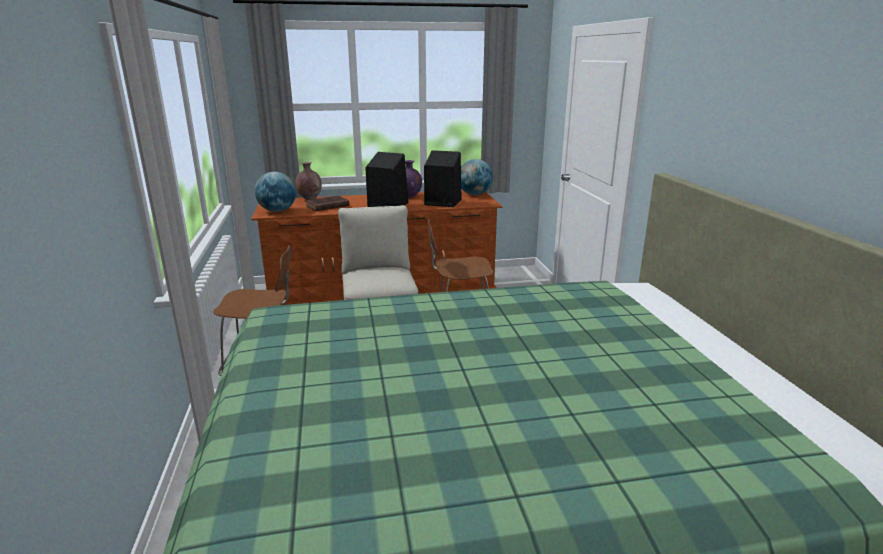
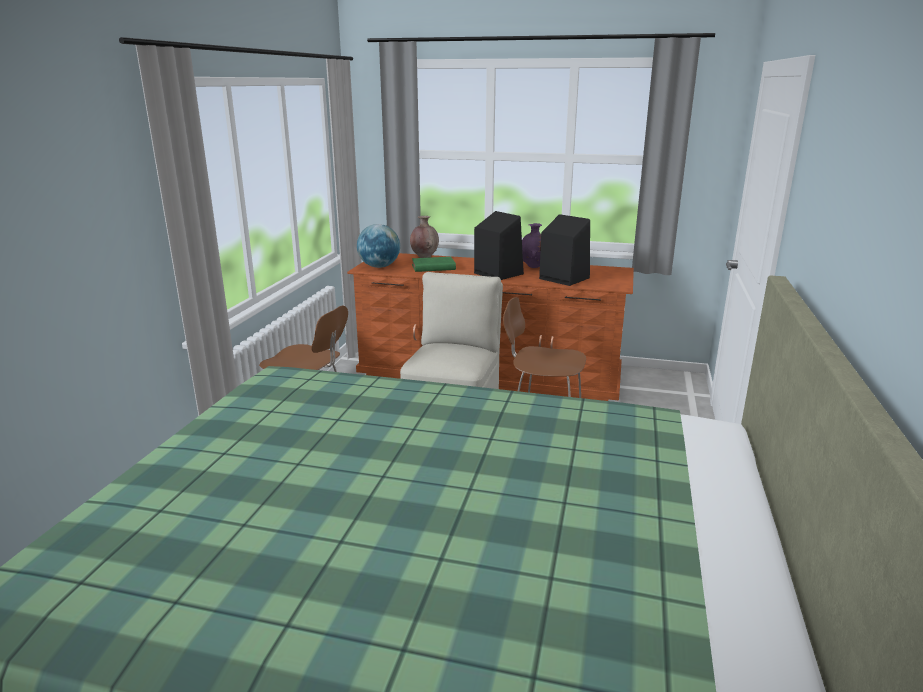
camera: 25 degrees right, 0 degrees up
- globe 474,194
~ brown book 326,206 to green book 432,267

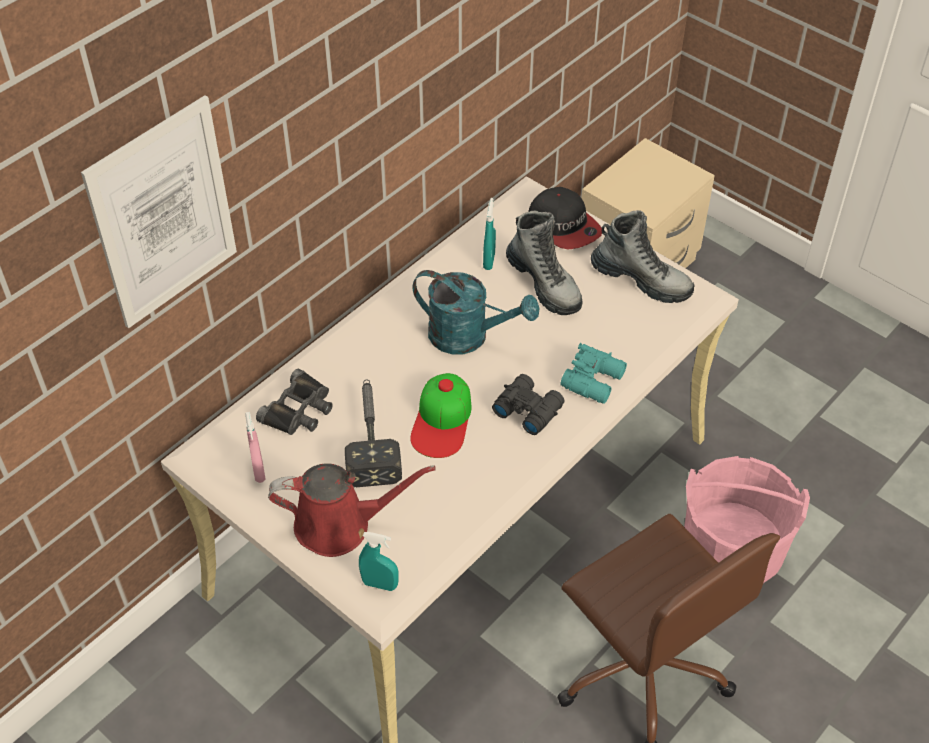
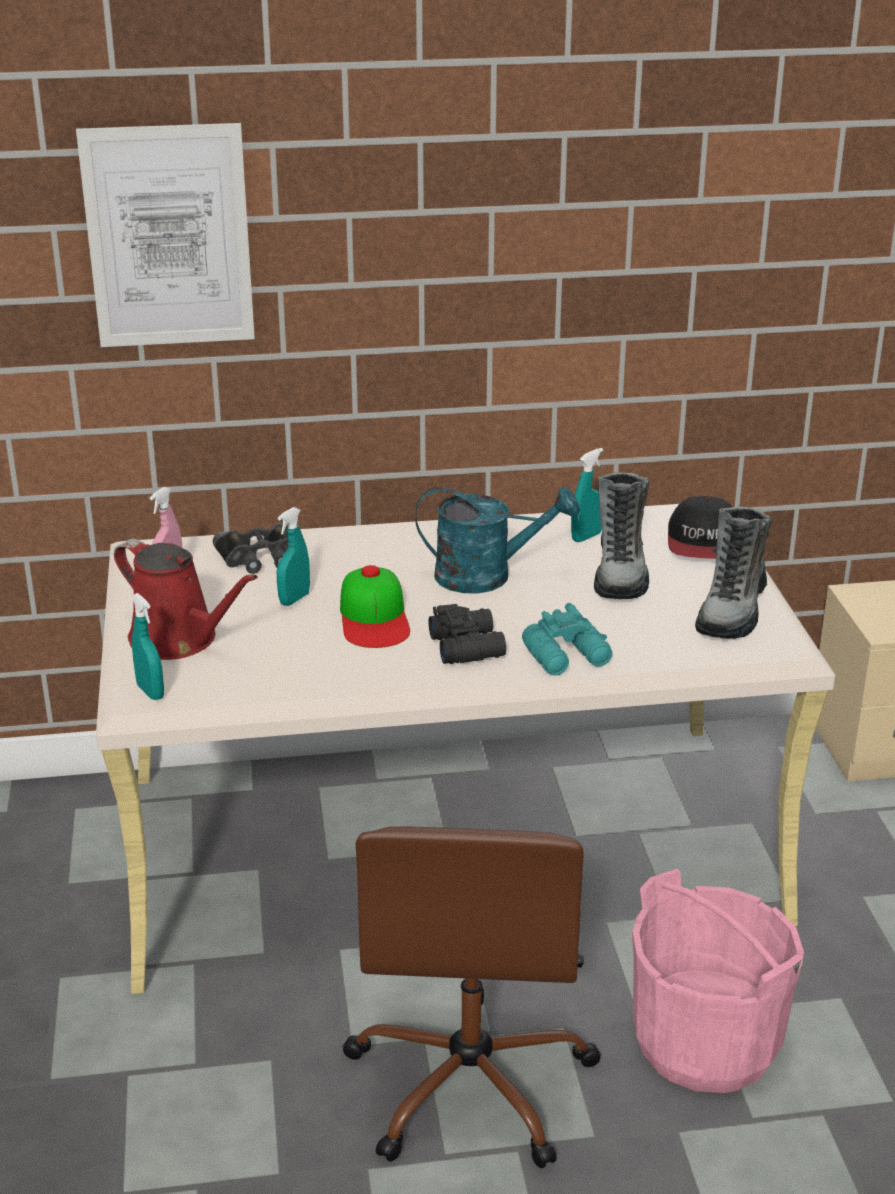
camera: 40 degrees right, 20 degrees down
~ boot 641,280 = 732,610 45 degrees clockwise
~ turquoise watering can 469,336 = 487,576 60 degrees counterclockwise
~ cap 442,420 = 374,617 60 degrees counterclockwise
~ hammer 371,436 to turquoise spray bottle 294,599

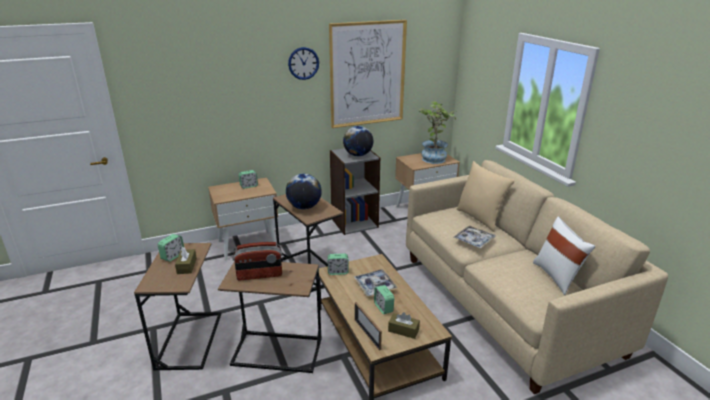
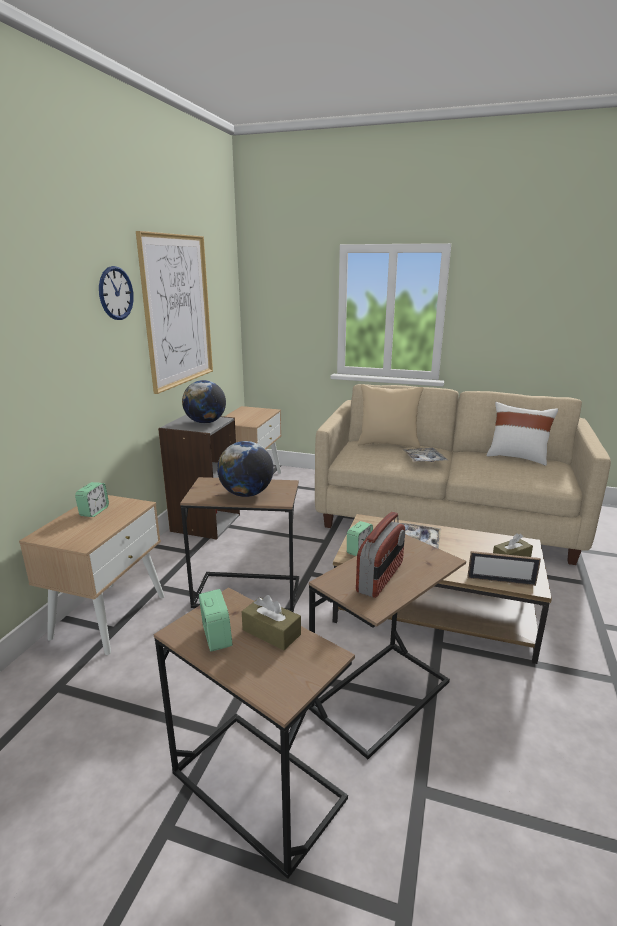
camera: 50 degrees left, 5 degrees down
- potted plant 434,157
- alarm clock 383,308

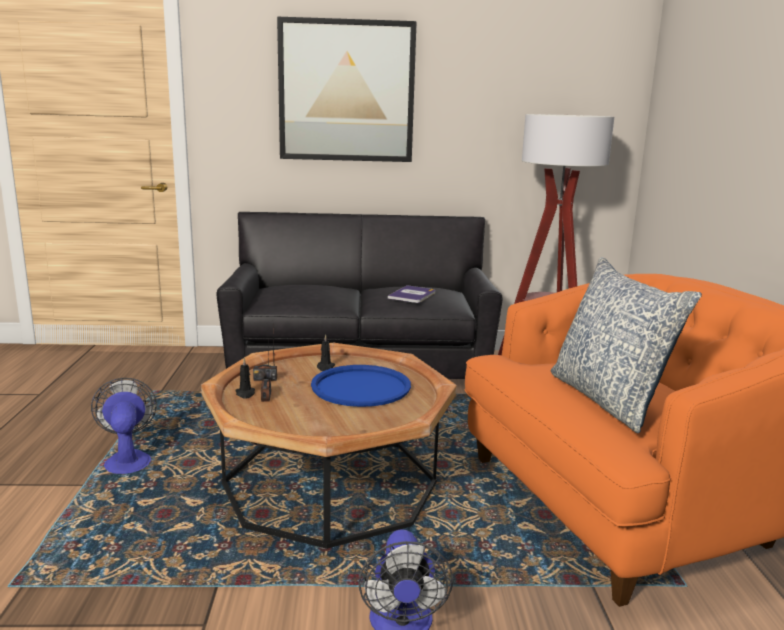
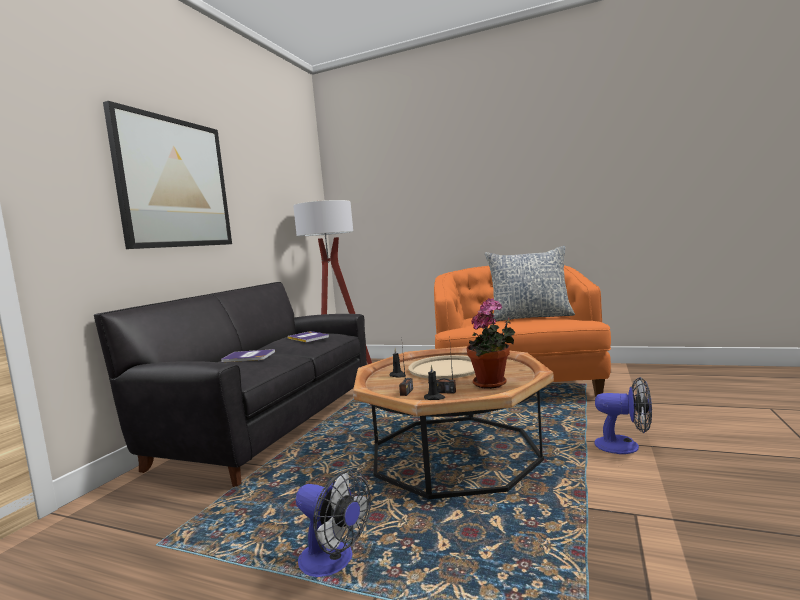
camera: 65 degrees left, 10 degrees down
~ blue tray 361,387 to beige tray 446,368
~ fan 128,459 = 334,562 150 degrees counterclockwise
+ potted plant 492,384
+ book 248,357

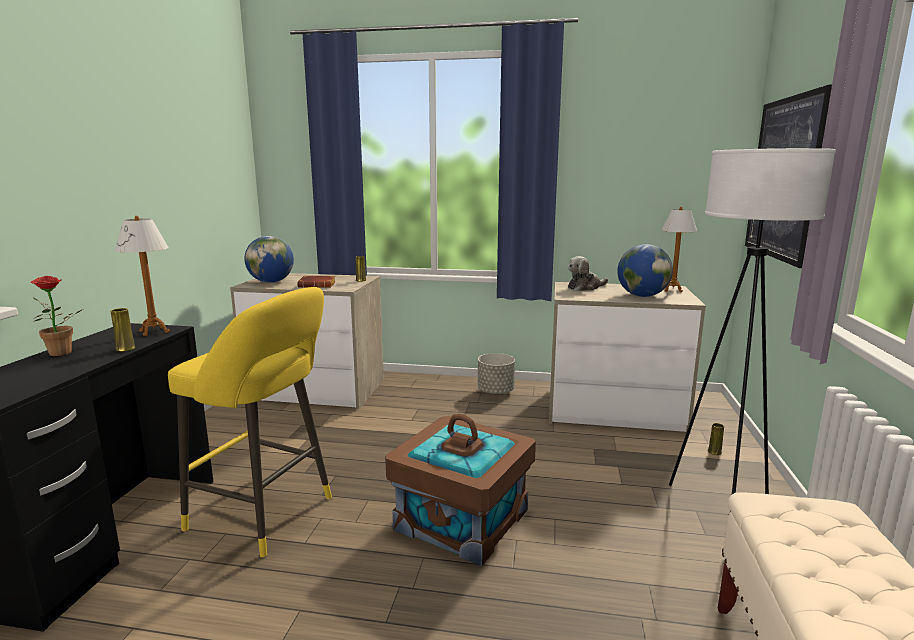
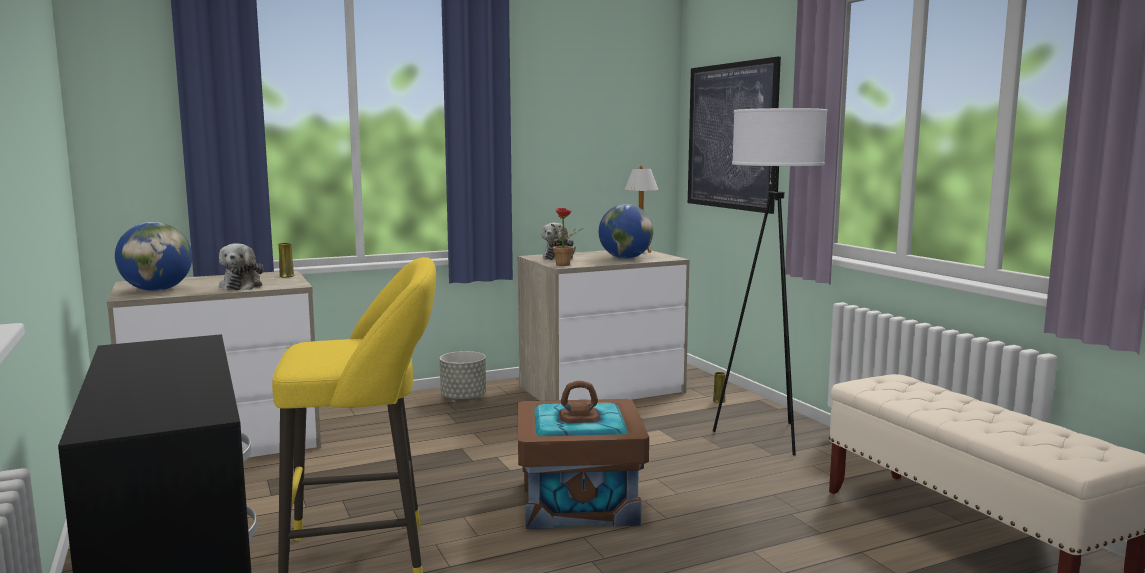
camera: 35 degrees left, 5 degrees down
- table lamp 154,332
~ potted plant 61,354 to 566,265
~ brown book 318,285 to plush toy 242,286
- yellow vase 125,349

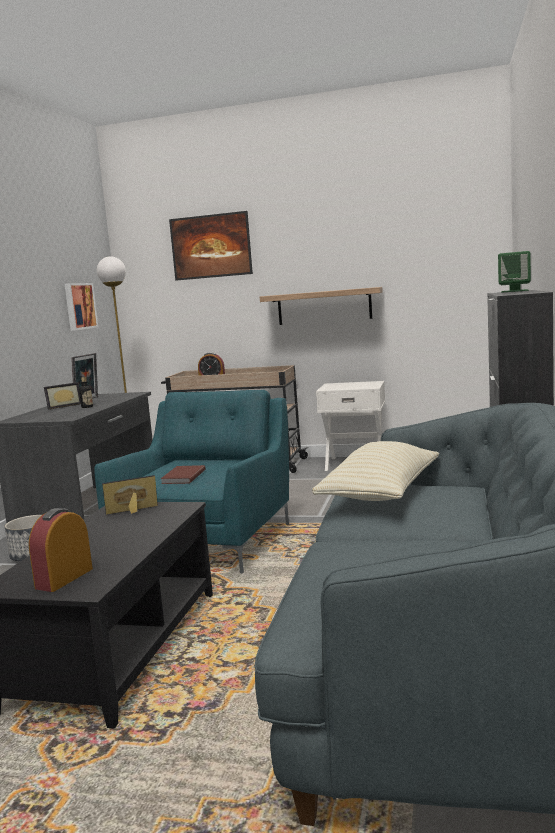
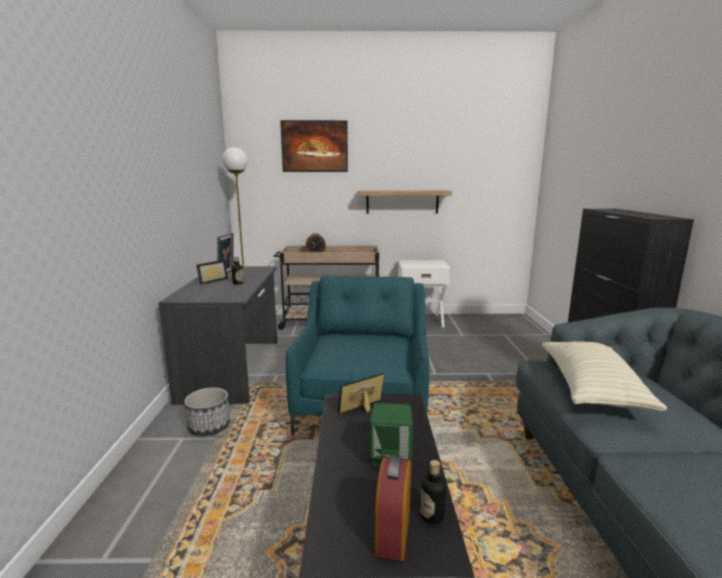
camera: 15 degrees left, 5 degrees up
~ green speaker 515,291 to 391,456
- picture 79,306
- brown book 182,477
+ bottle 432,516

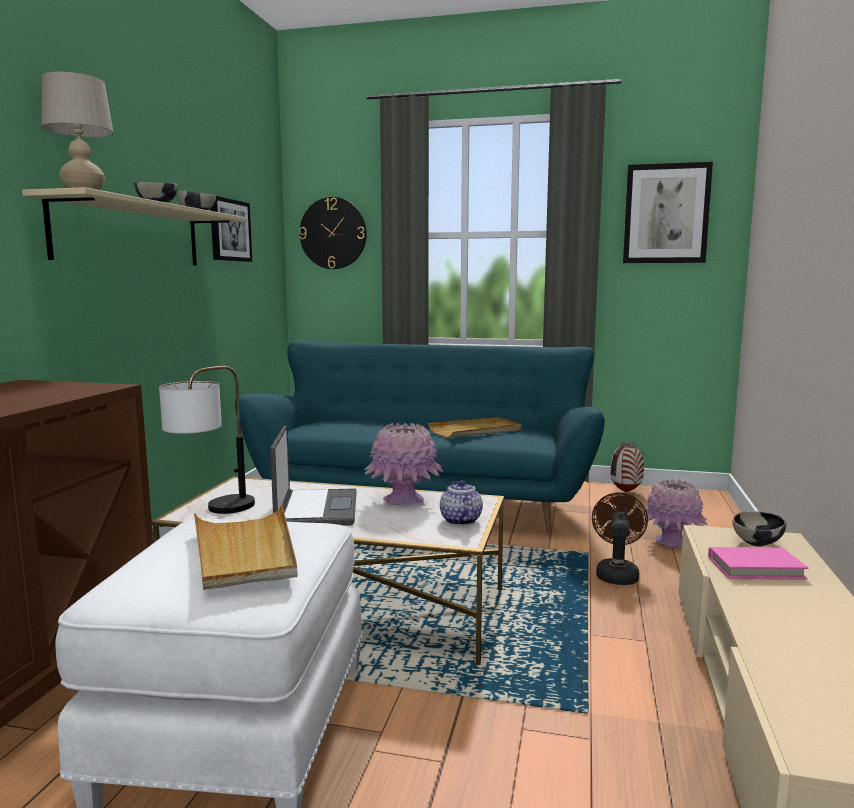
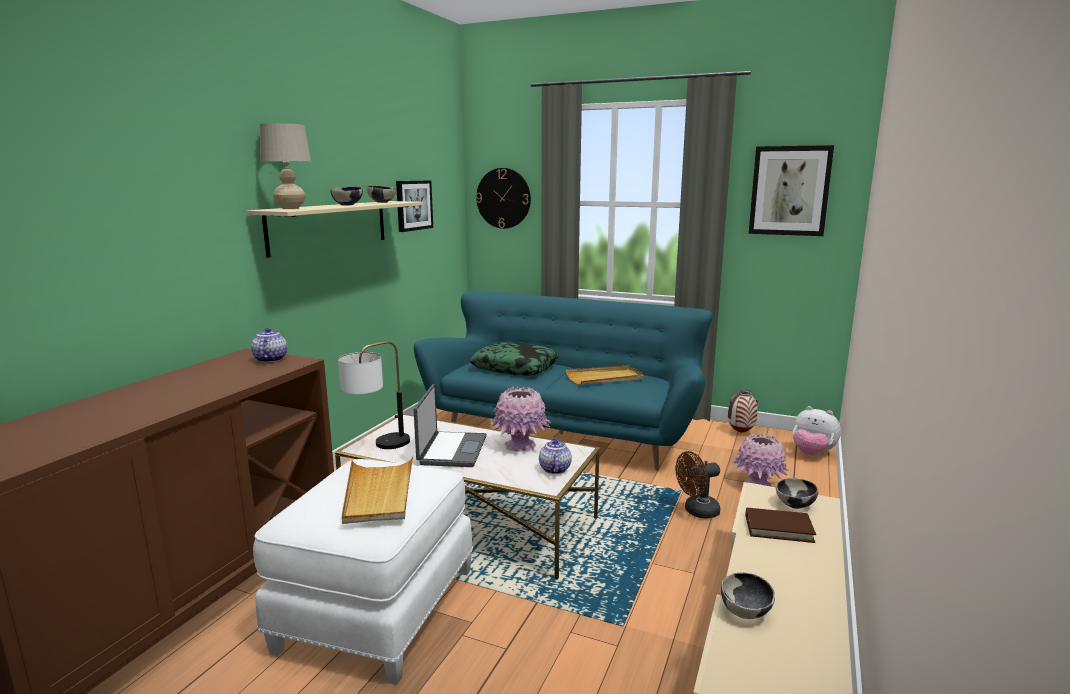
camera: 10 degrees right, 5 degrees up
~ brown fan 616,573 = 697,511 135 degrees counterclockwise
~ pink book 755,568 to brown book 778,528
+ teapot 270,359
+ pillow 515,367
+ plush toy 812,454
+ bowl 745,612

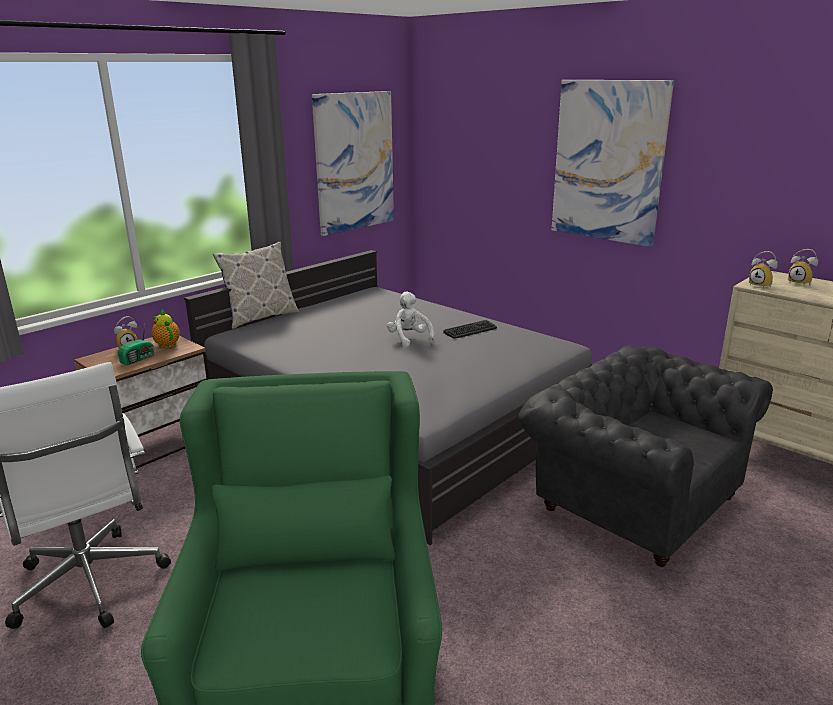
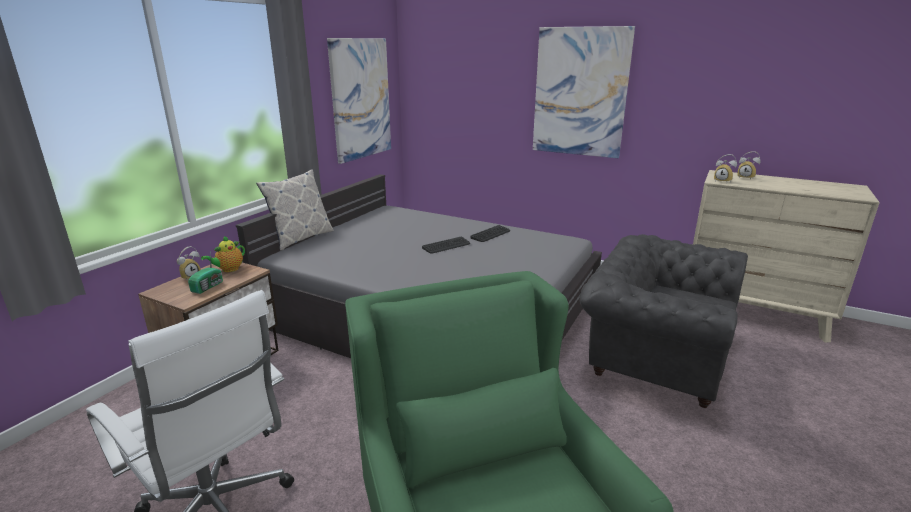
camera: 15 degrees left, 0 degrees up
~ white plush toy 409,339 to keyboard 446,246
~ teapot 166,344 = 228,269 90 degrees counterclockwise

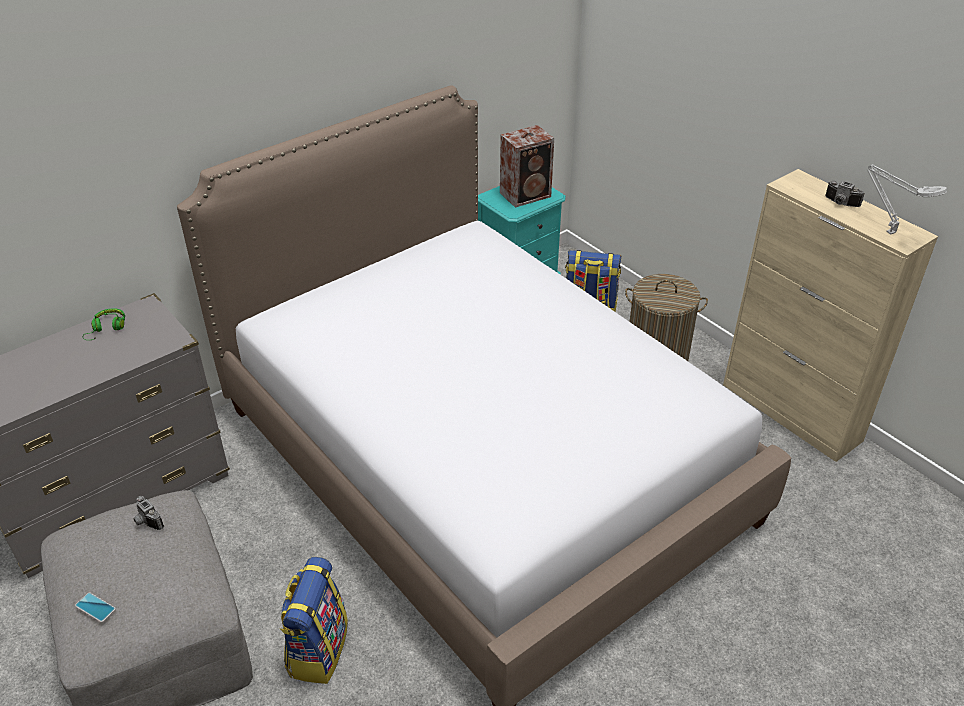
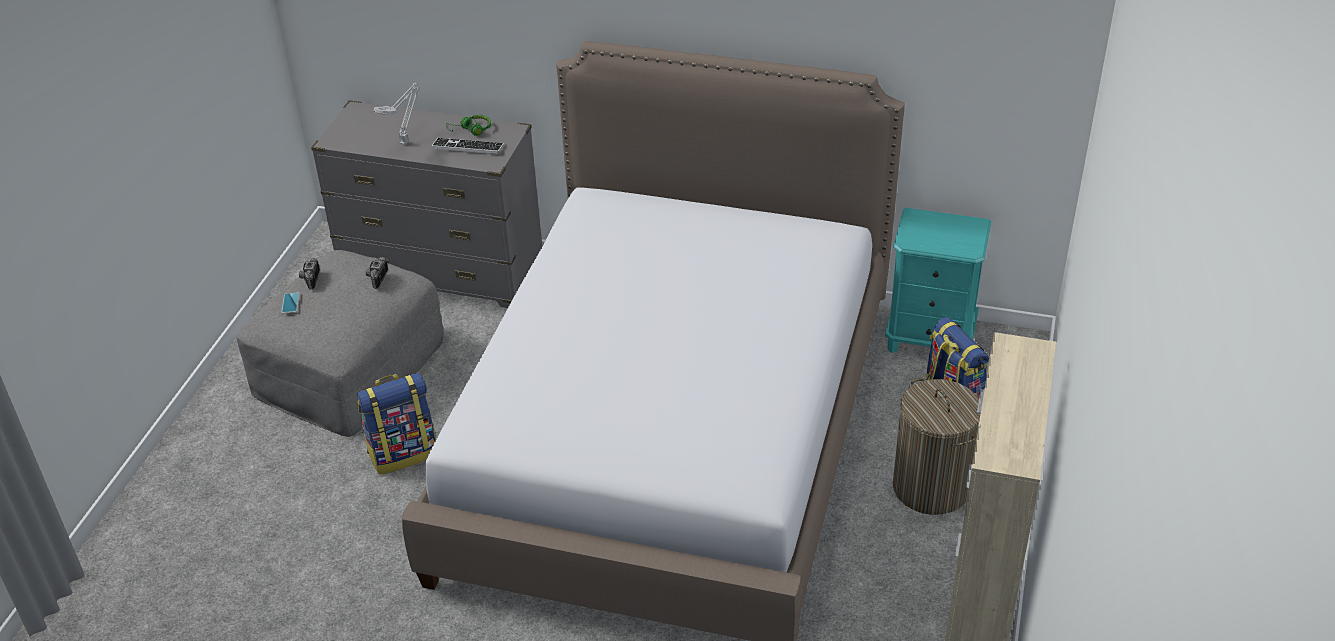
camera: 55 degrees right, 0 degrees up
- speaker 527,194
~ grey table lamp 888,231 to 405,142
~ photo camera 840,203 to 309,279
+ keyboard 468,147

